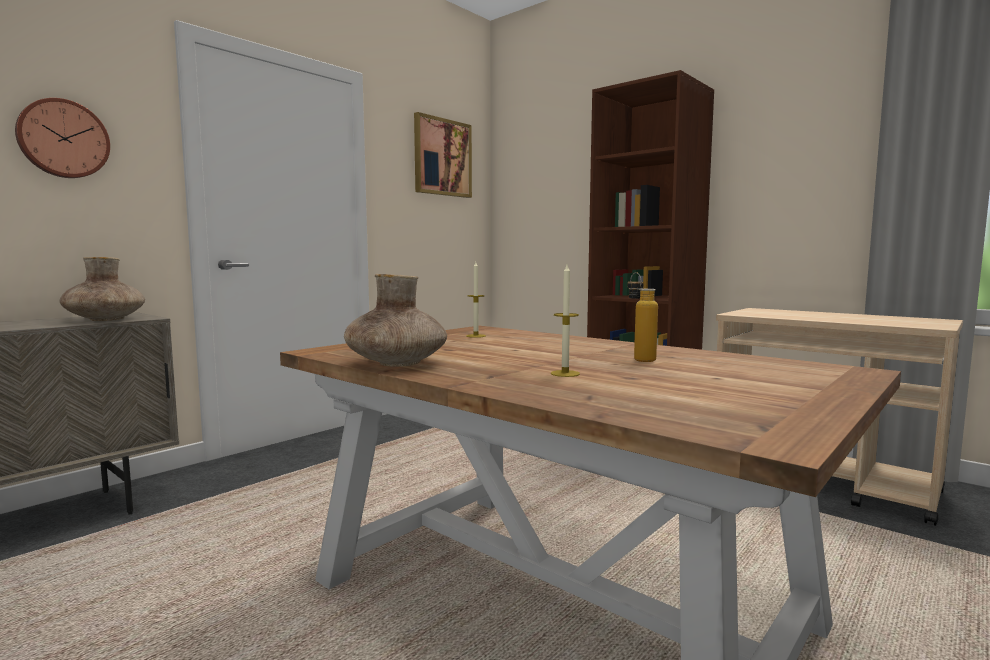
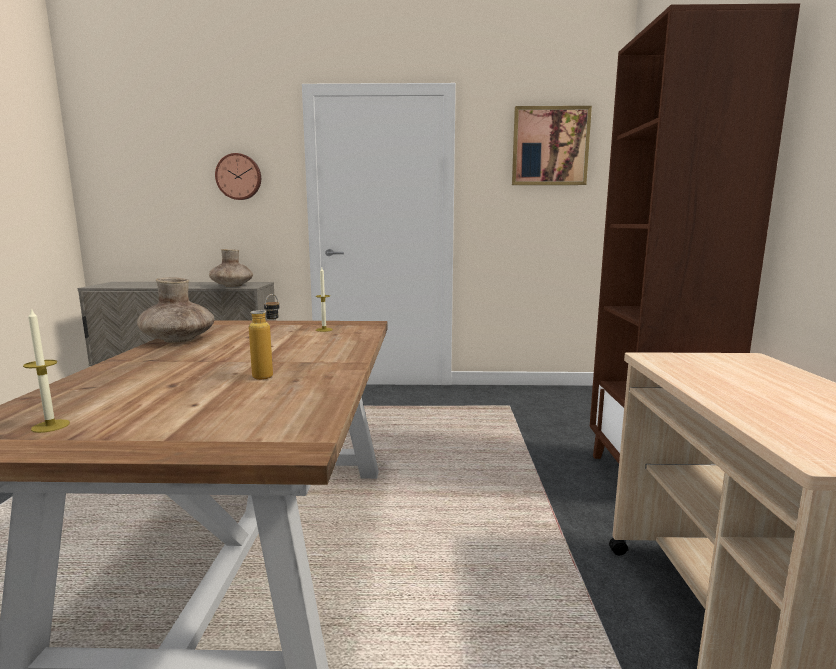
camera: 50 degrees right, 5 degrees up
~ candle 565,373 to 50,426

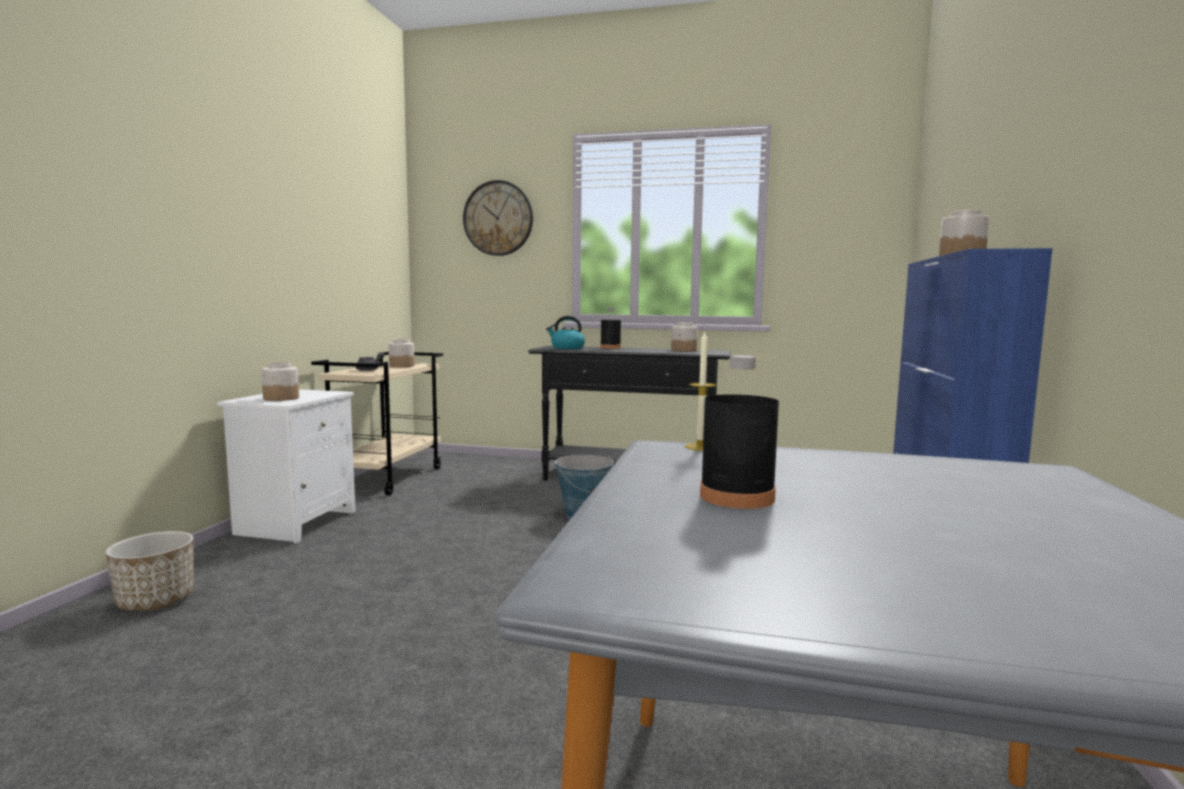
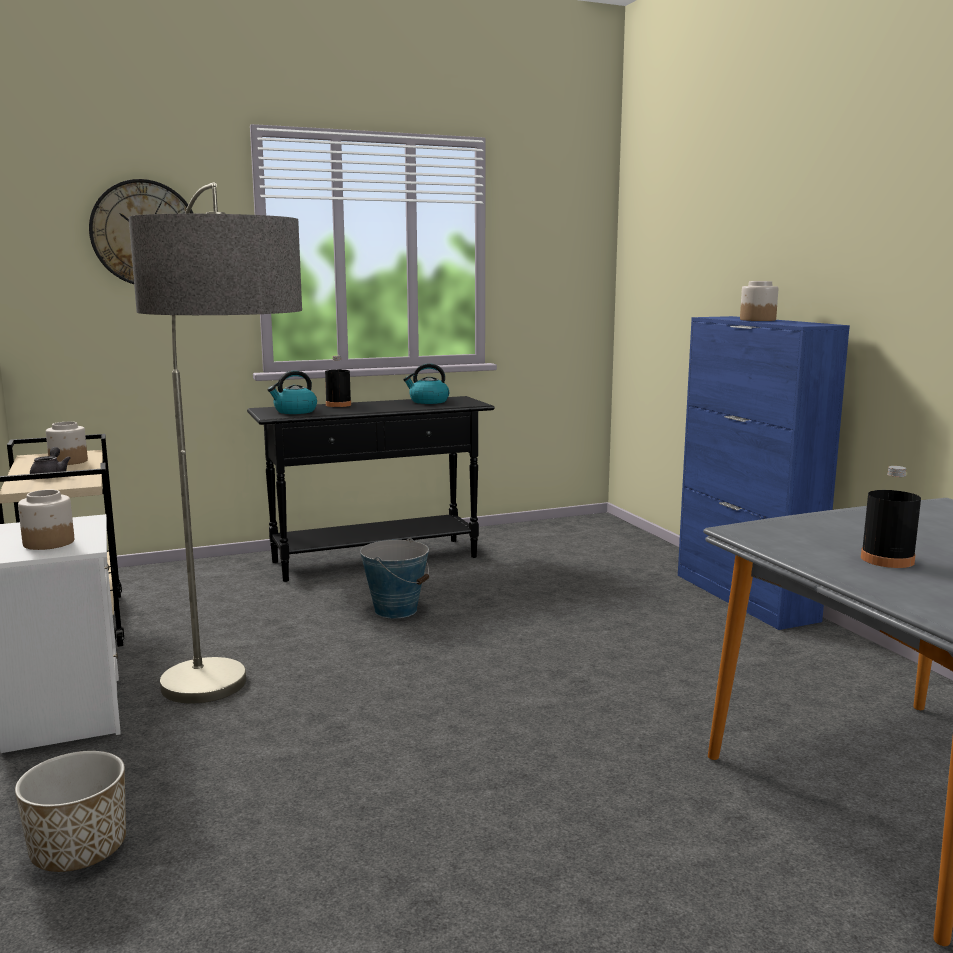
camera: 35 degrees left, 5 degrees up
~ jar 683,350 to kettle 428,401
- candle 700,447
+ floor lamp 232,727

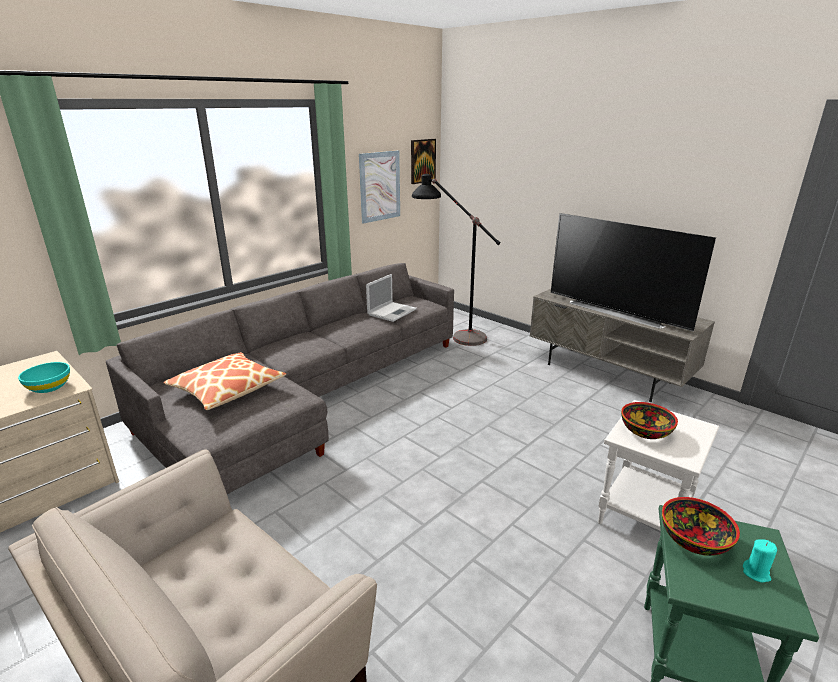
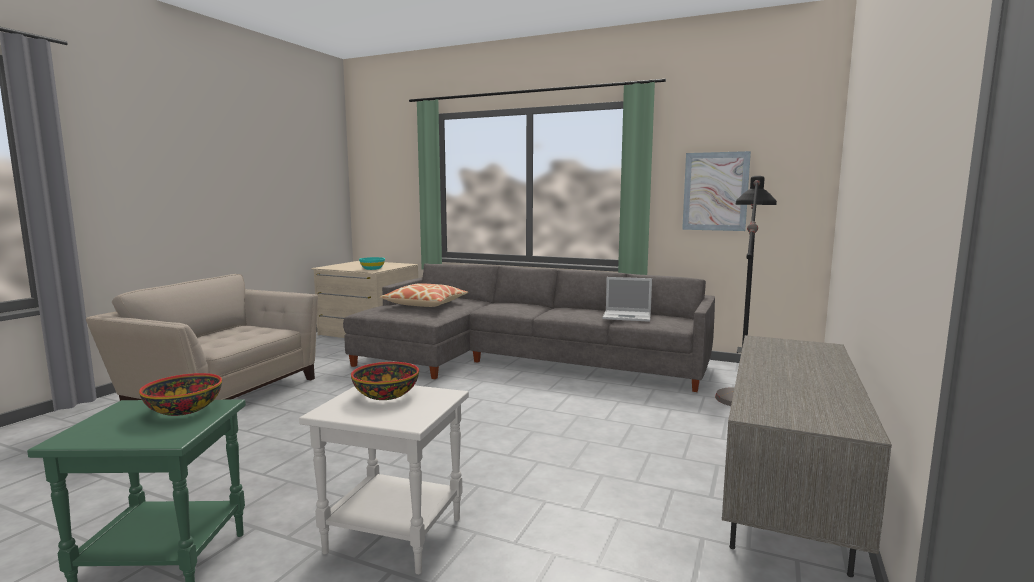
camera: 70 degrees right, 15 degrees down
- picture 422,161
- television 617,311
- turquoise candle 756,573

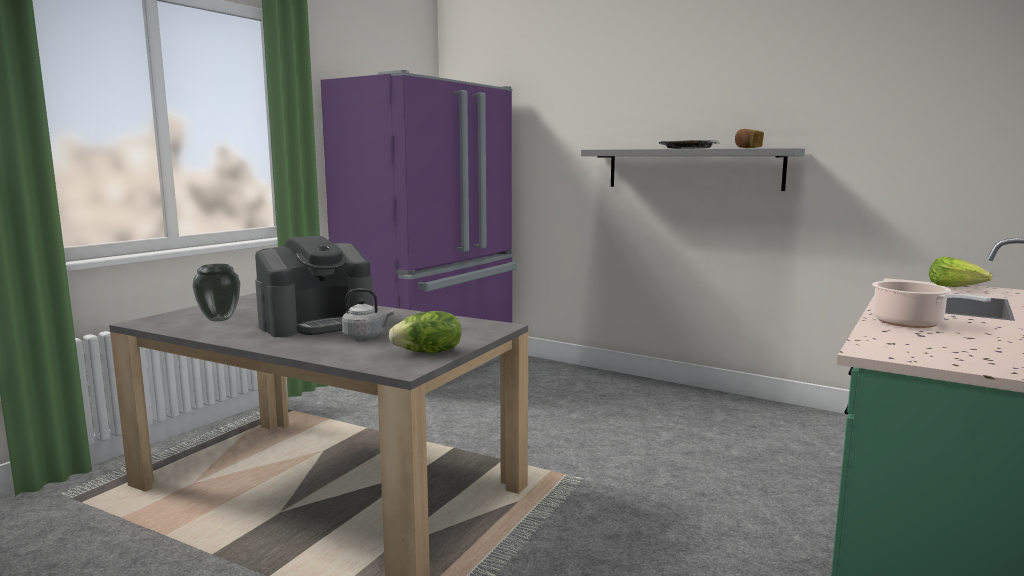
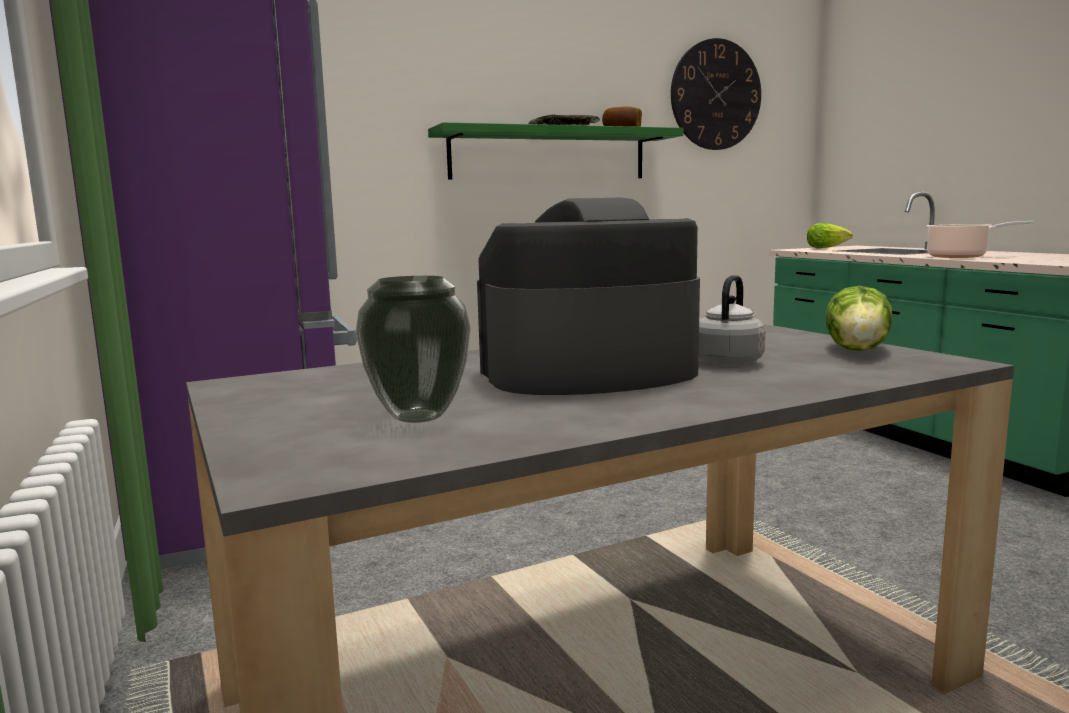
camera: 55 degrees left, 0 degrees up
~ grey shelf 693,169 to green shelf 549,155
~ coffee machine 317,323 = 587,373 105 degrees counterclockwise
+ wall clock 716,95

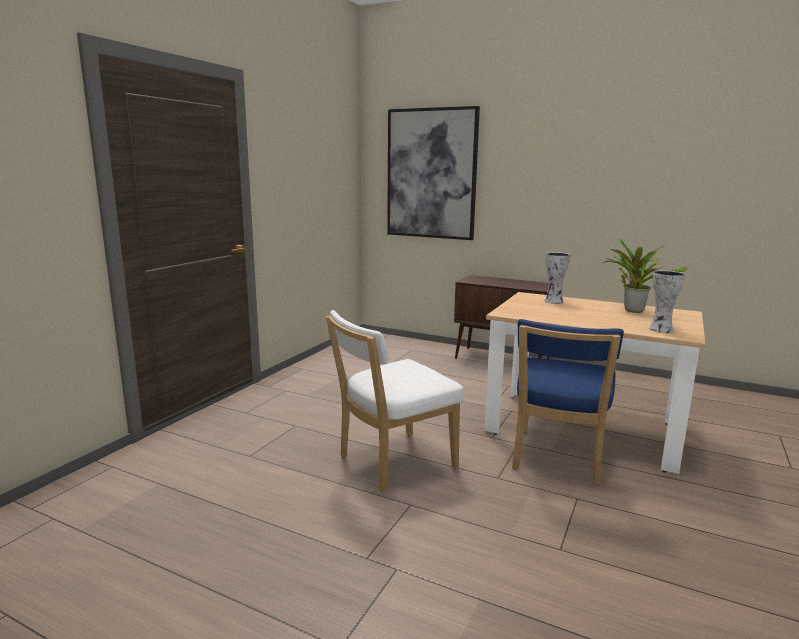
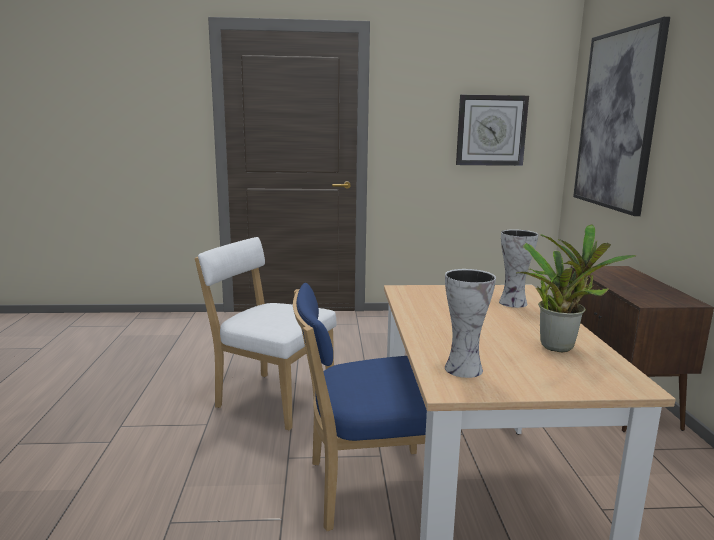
camera: 60 degrees right, 0 degrees up
+ wall clock 491,130

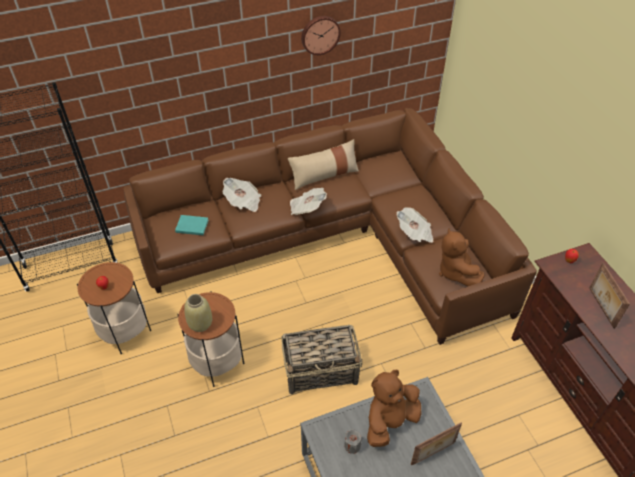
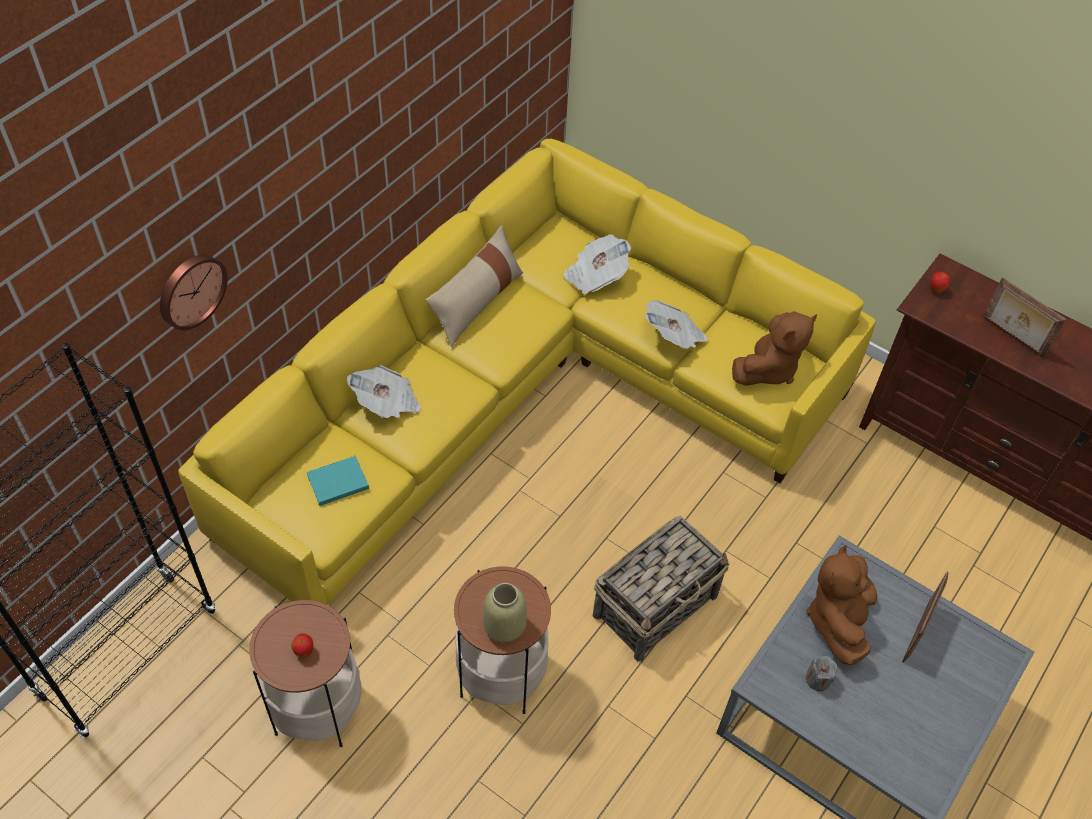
camera: 35 degrees left, 5 degrees up
~ wall clock 320,34 to 190,290
~ brown sofa 337,238 to yellow sofa 530,394
~ newspaper 306,208 to 595,276
~ brown plush toy 455,272 = 768,369 90 degrees counterclockwise

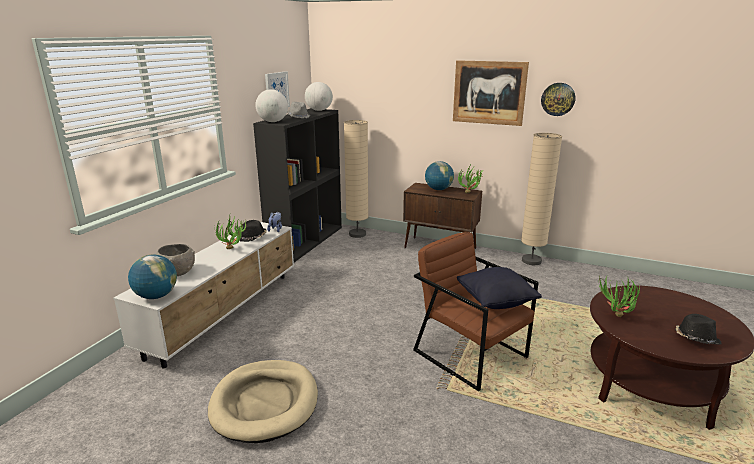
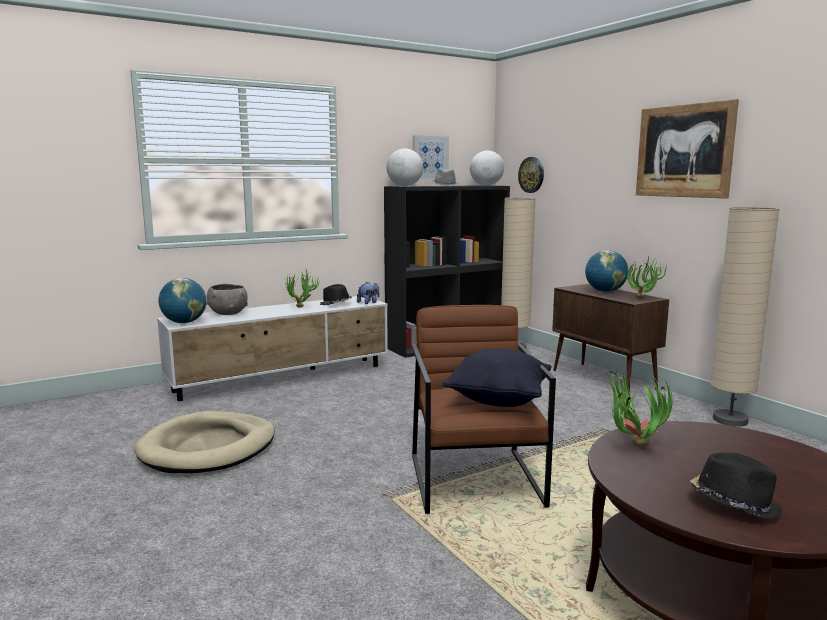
camera: 35 degrees right, 10 degrees down
~ wall clock 558,99 to 531,175

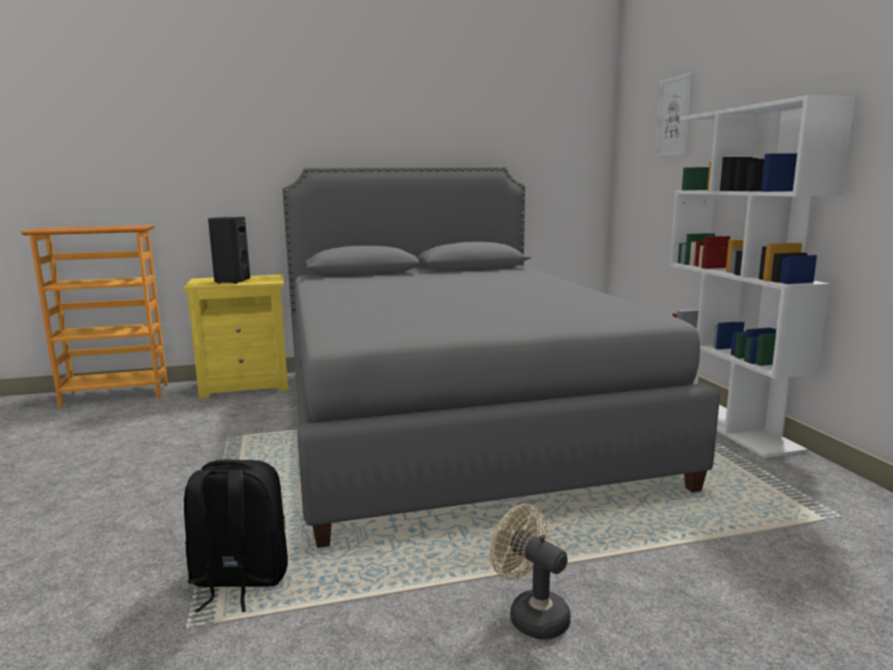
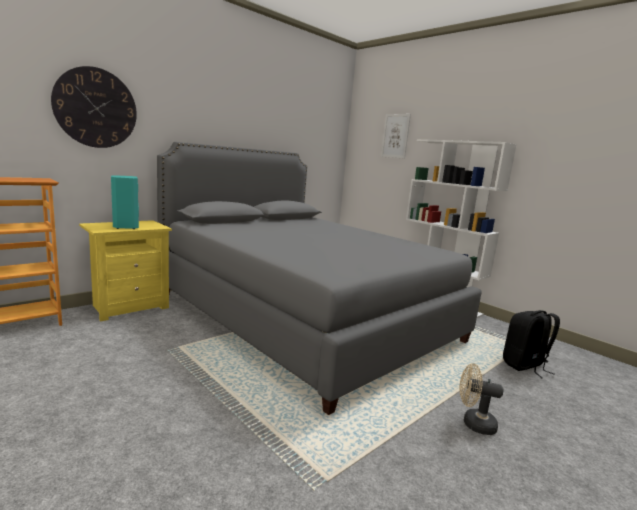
camera: 30 degrees left, 0 degrees up
~ black speaker 231,281 to turquoise speaker 125,227
~ black backpack 238,581 to 525,366
+ wall clock 96,108

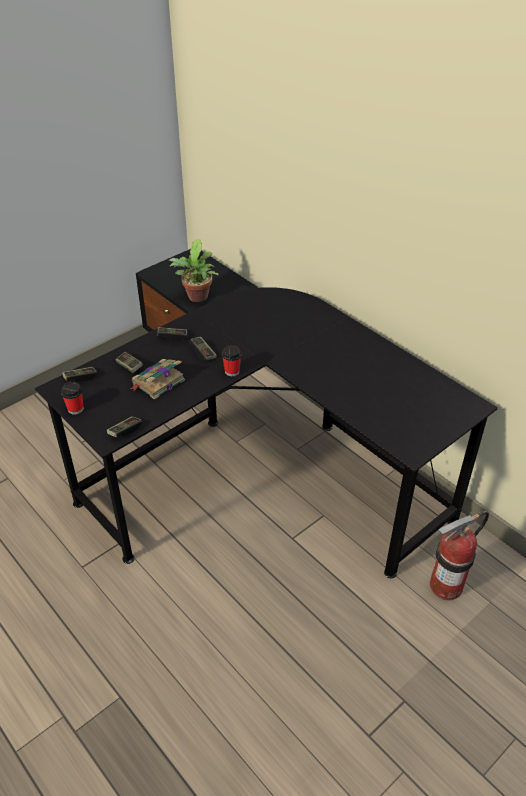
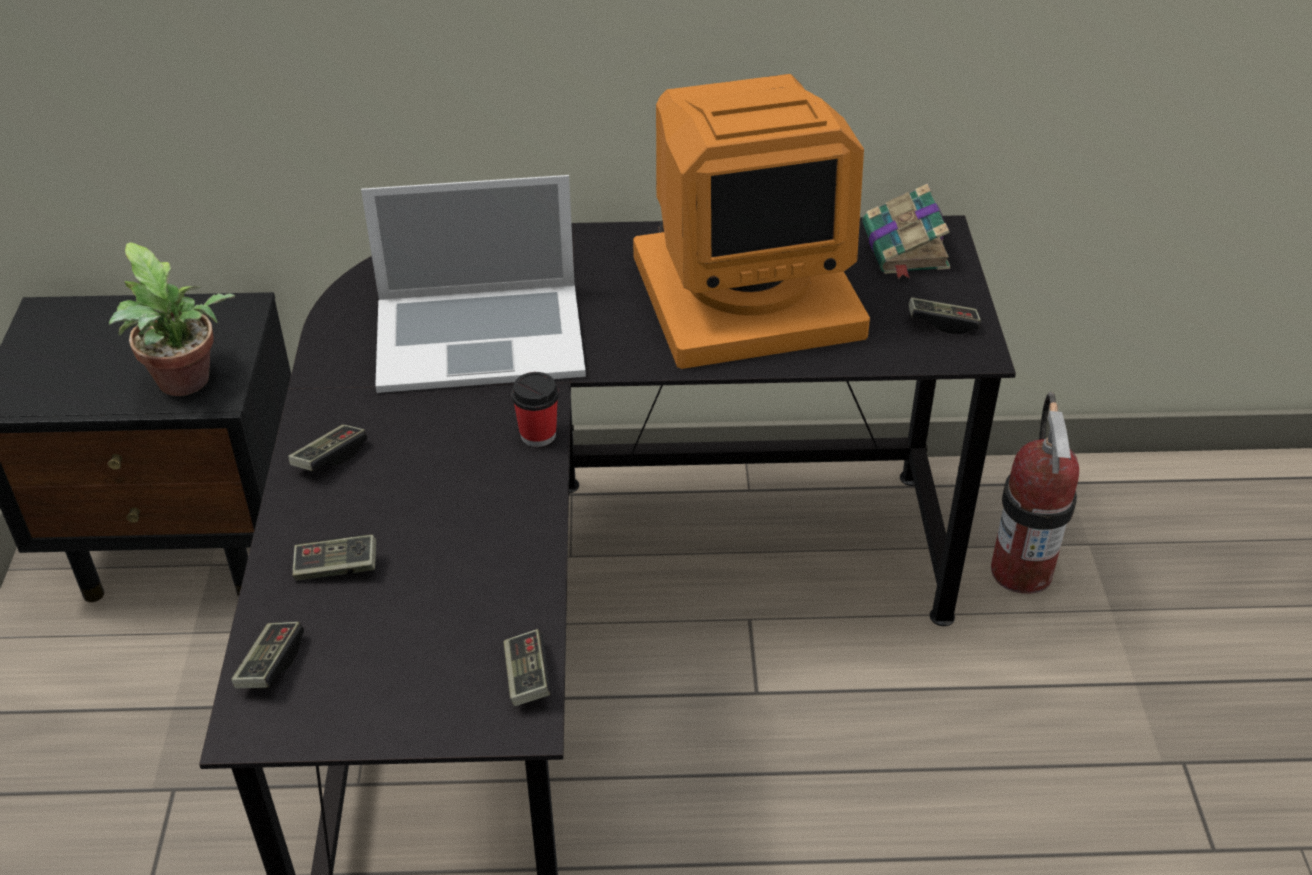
camera: 50 degrees left, 0 degrees up
~ game controller 203,353 to 942,323
~ book 157,382 to 905,249
- cup 75,409
+ monitor 746,292
+ laptop 479,336

